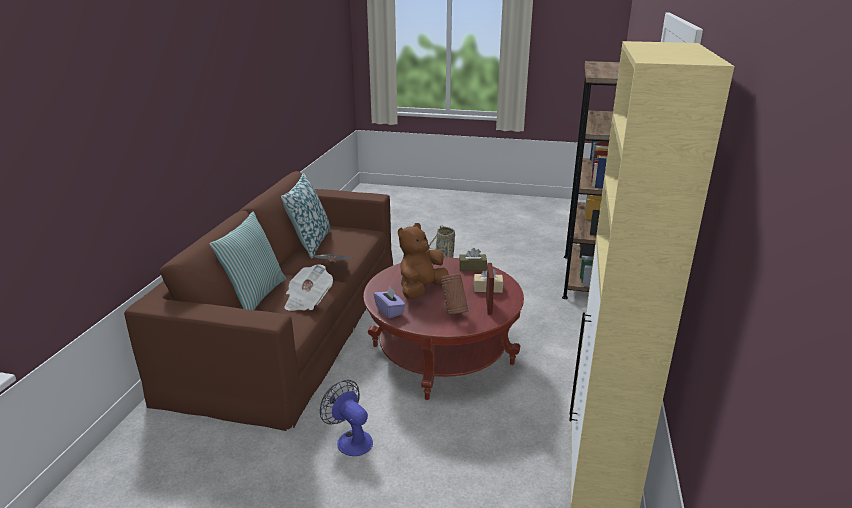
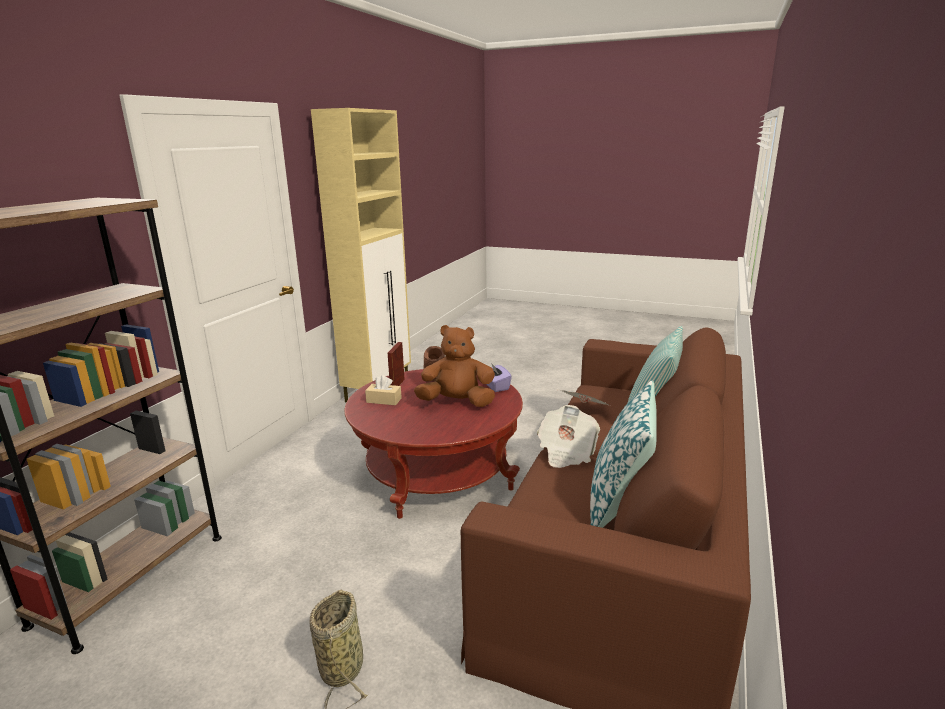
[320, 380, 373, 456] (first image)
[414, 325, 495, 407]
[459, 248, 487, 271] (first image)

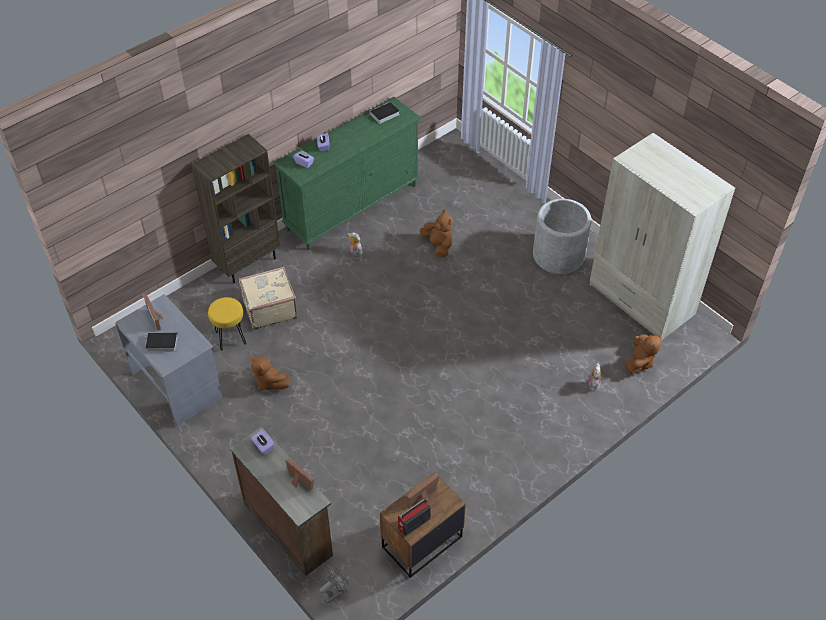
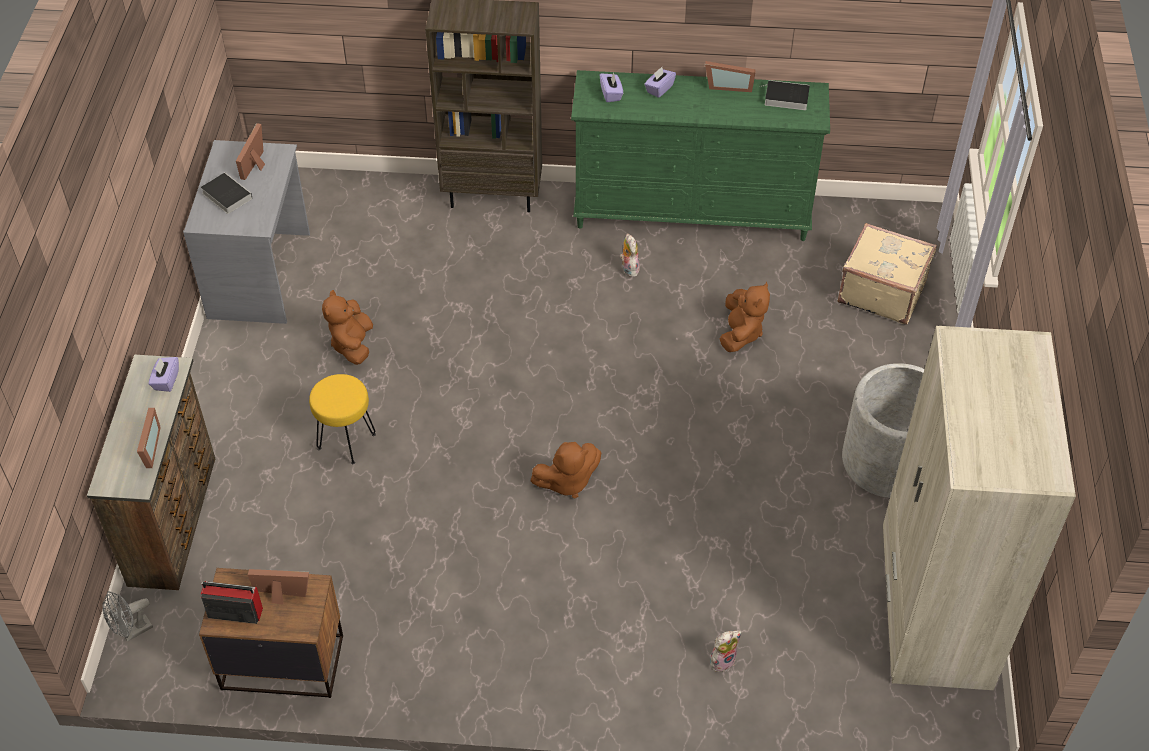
[309, 374, 376, 464]
[838, 223, 937, 325]
[103, 591, 153, 642]
[531, 442, 601, 498]
[705, 61, 756, 92]

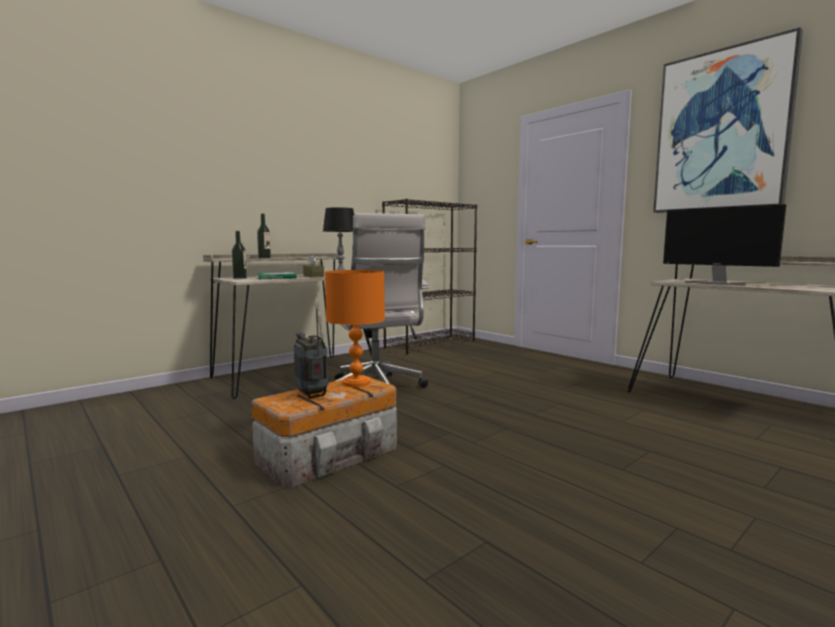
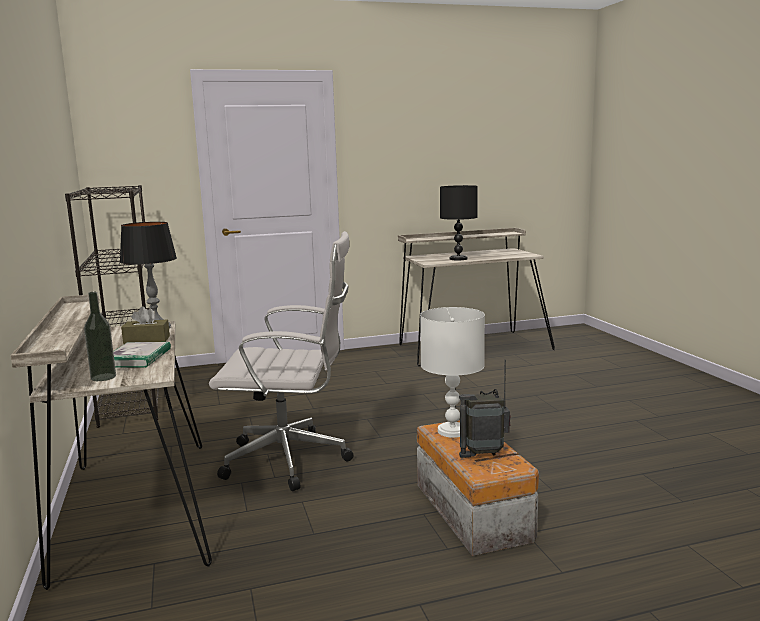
[257, 214, 271, 259] (first image)
[420, 307, 485, 438]
[653, 27, 803, 213] (first image)
[440, 185, 478, 260]

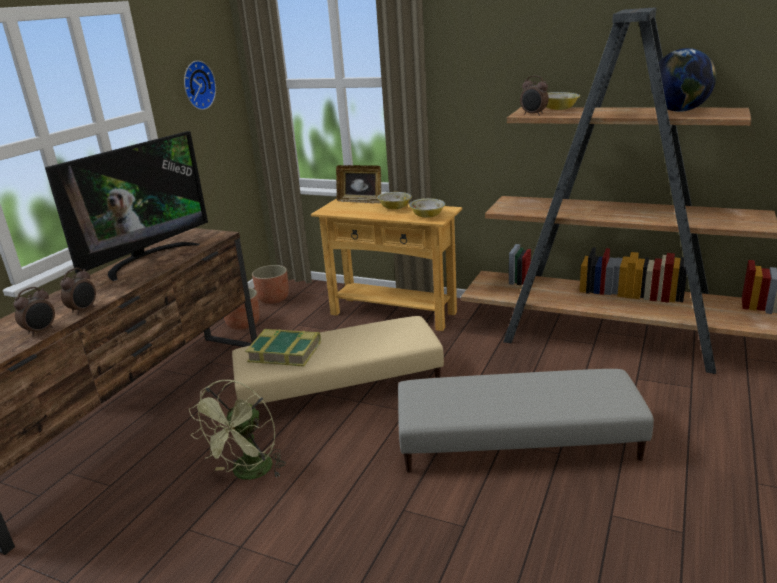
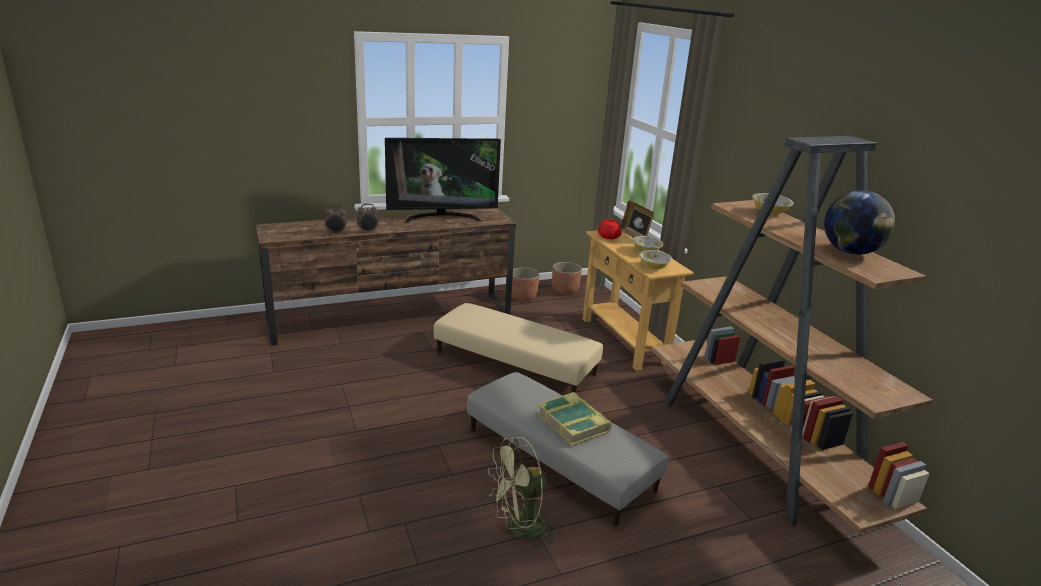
[184, 61, 216, 110] (first image)
[488, 437, 560, 550]
[537, 392, 612, 446]
[520, 76, 549, 116] (first image)
[598, 219, 622, 239]

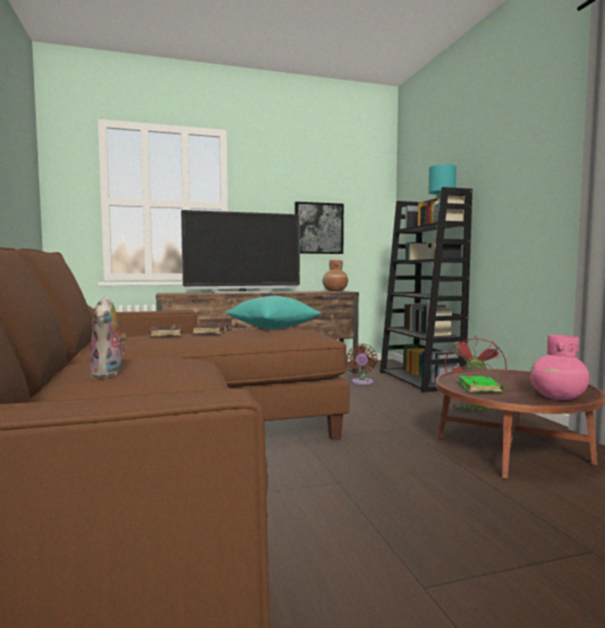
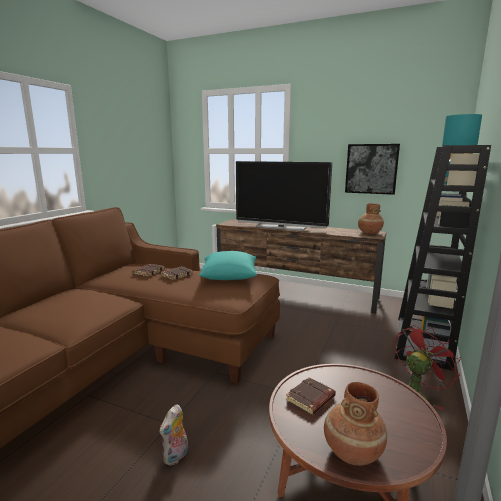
[159, 404, 188, 466]
[347, 344, 377, 385] (first image)
[286, 377, 336, 415]
[324, 382, 387, 466]

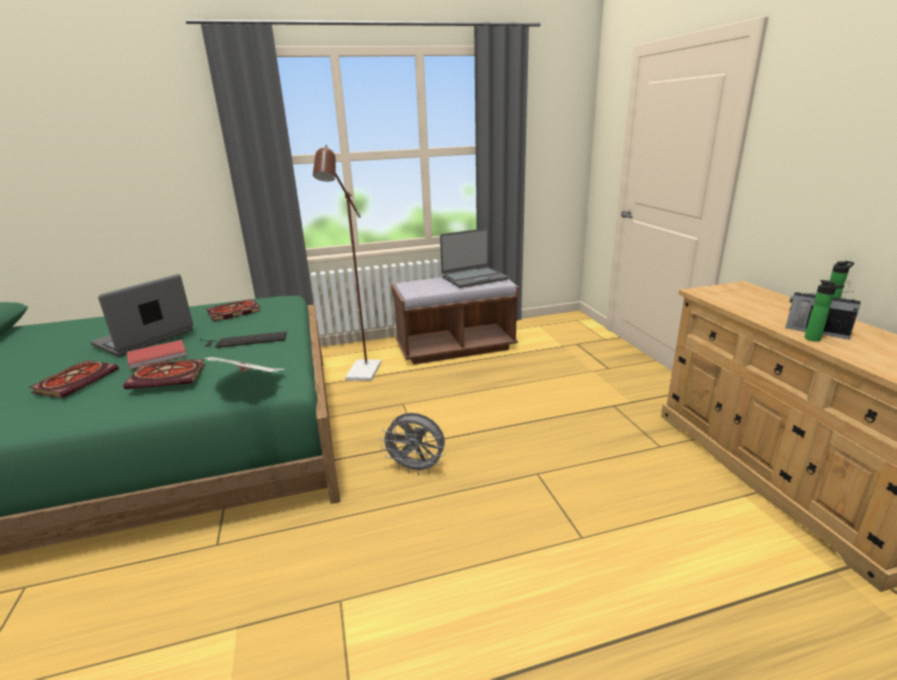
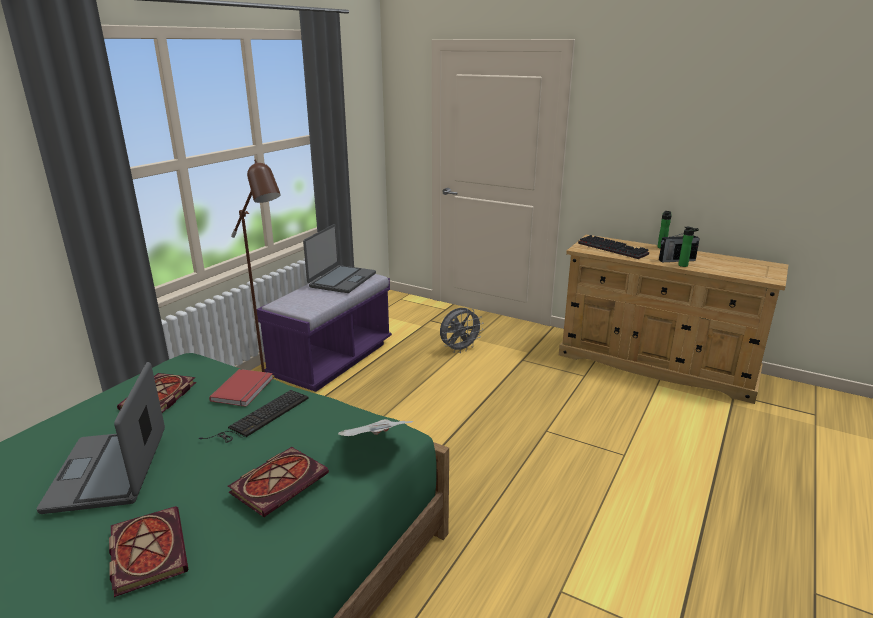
[209, 369, 273, 407]
[440, 308, 483, 353]
[257, 274, 392, 392]
[578, 235, 649, 259]

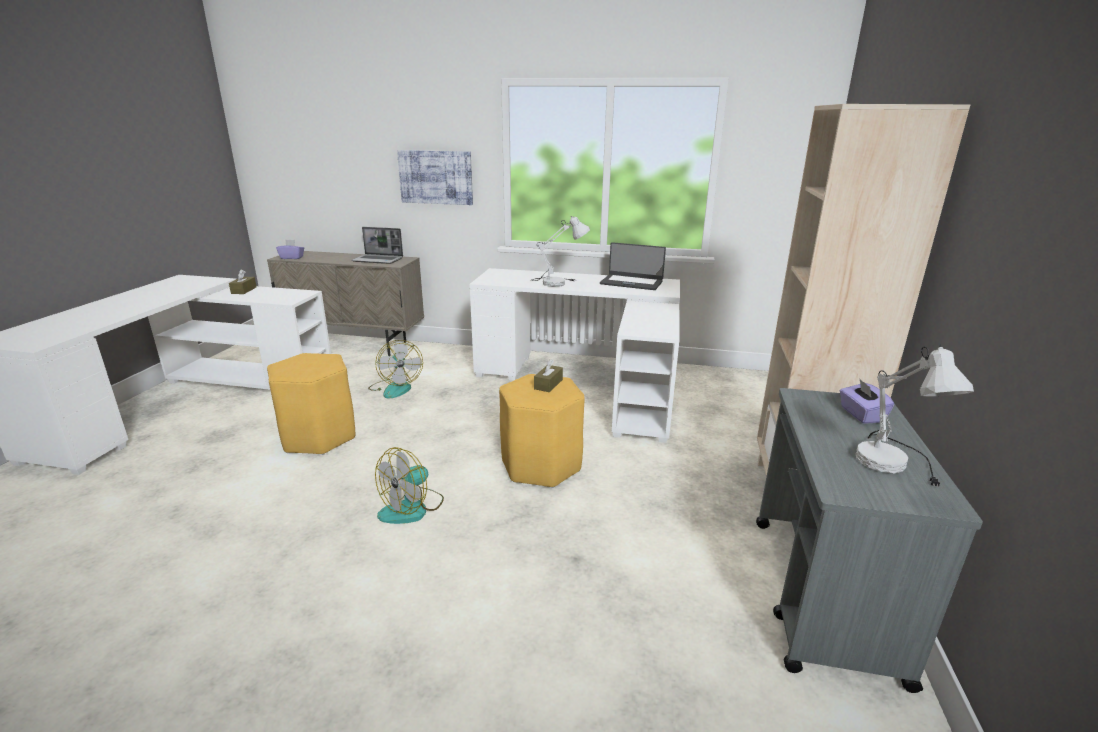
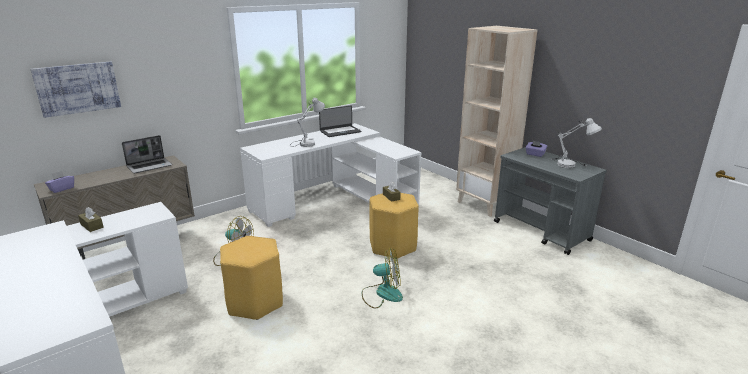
[362, 248, 403, 308]
[30, 62, 121, 118]

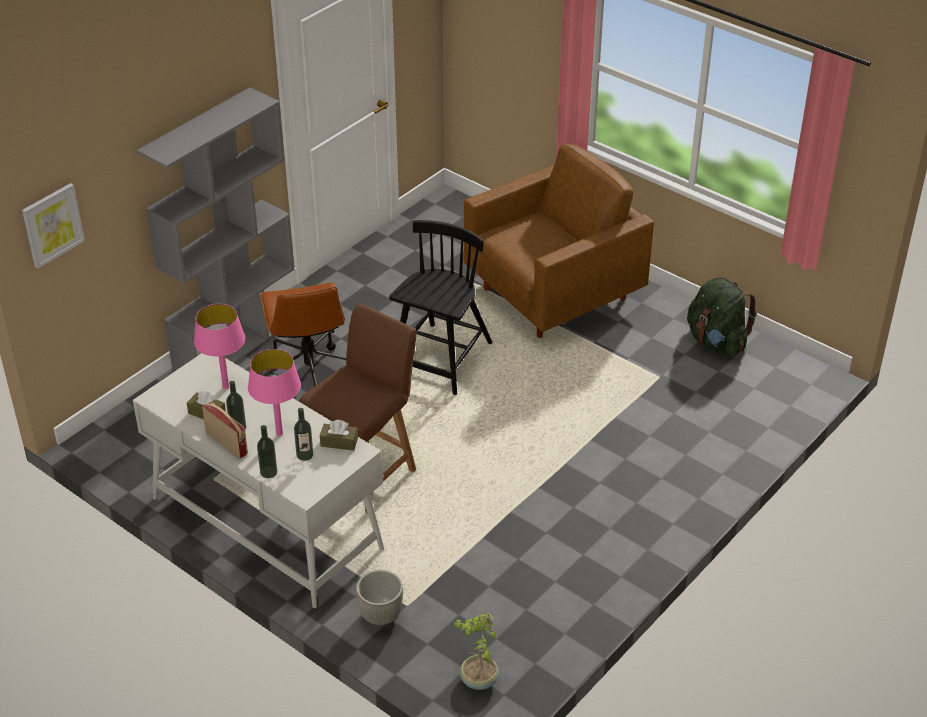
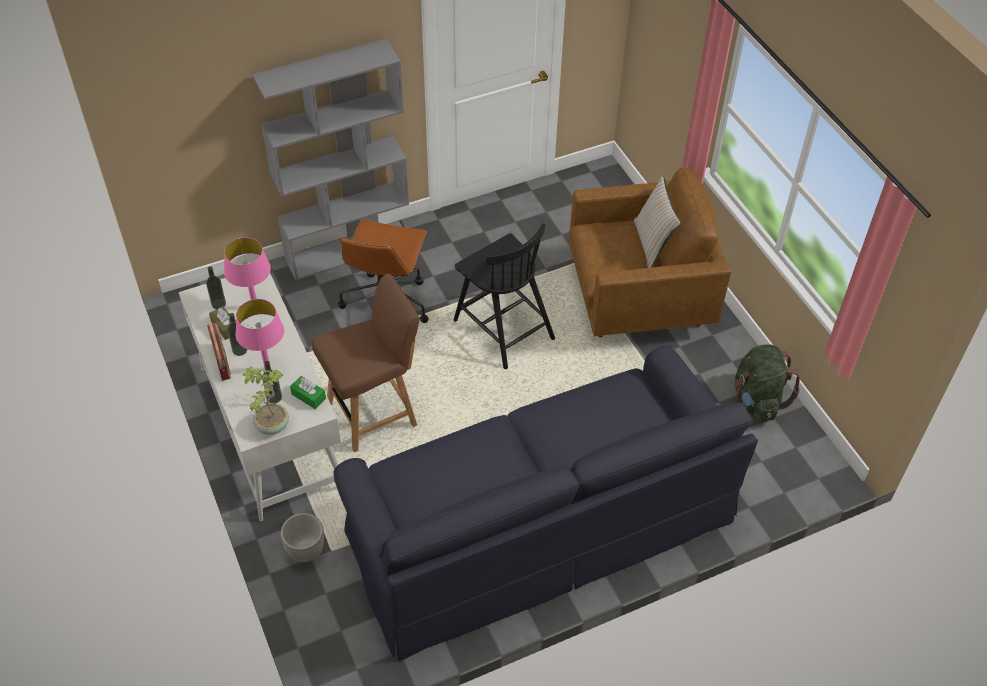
[22, 183, 85, 268] (first image)
[206, 266, 226, 309]
[290, 376, 326, 409]
[454, 223, 555, 369]
[242, 366, 289, 435]
[334, 345, 758, 661]
[634, 175, 681, 268]

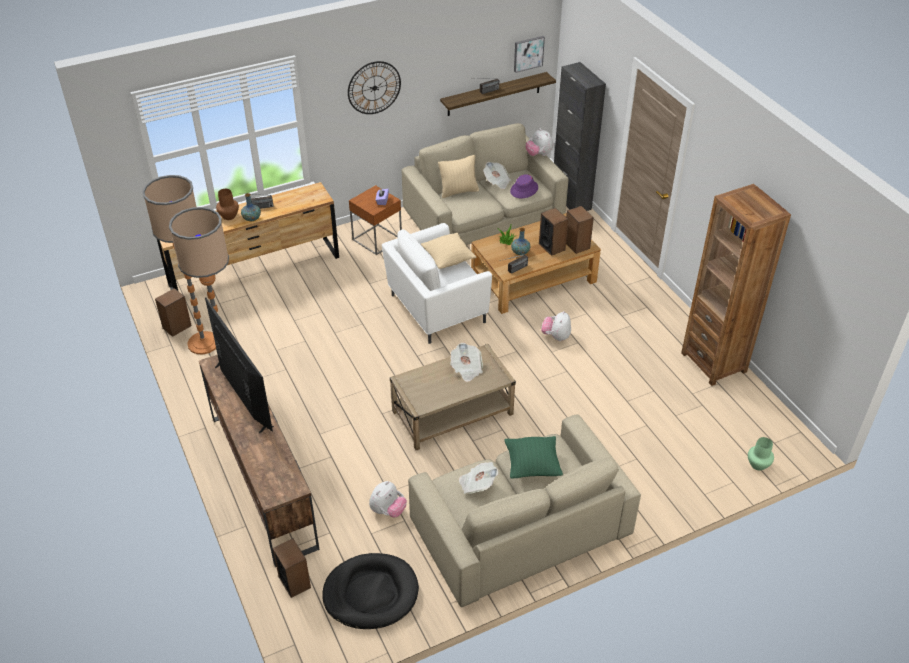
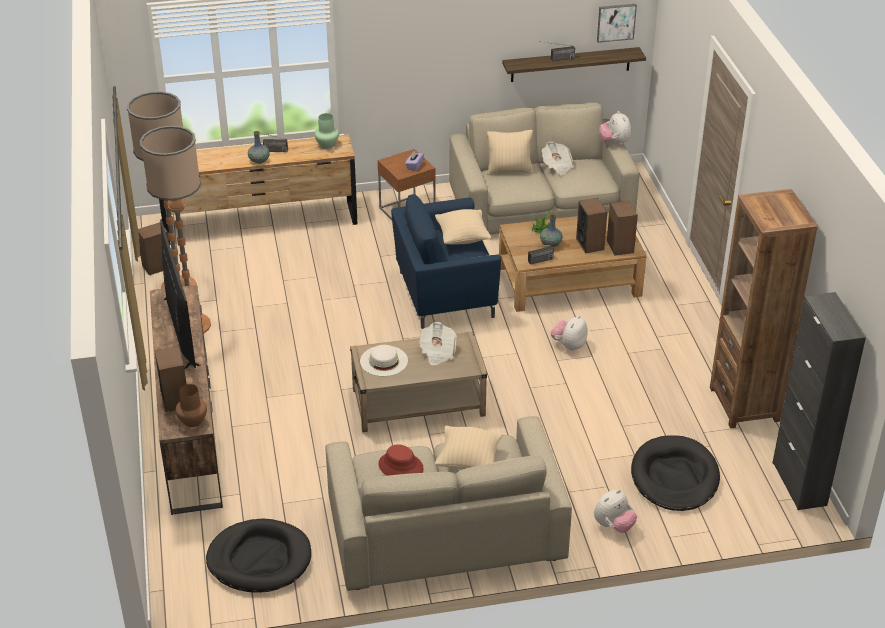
[175, 384, 207, 427]
[154, 346, 187, 412]
[348, 61, 401, 114] (first image)
[594, 490, 637, 533]
[391, 194, 501, 329]
[378, 444, 424, 476]
[435, 426, 503, 469]
[510, 174, 538, 198] (first image)
[772, 292, 866, 510]
[314, 113, 339, 149]
[360, 345, 408, 376]
[631, 435, 720, 511]

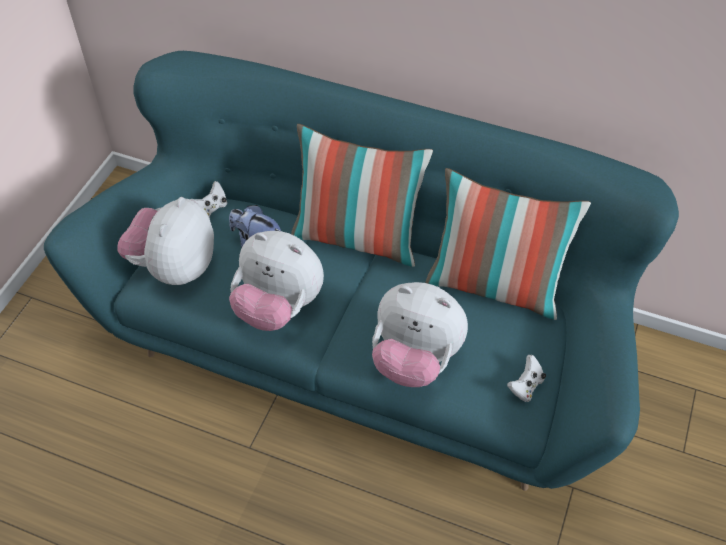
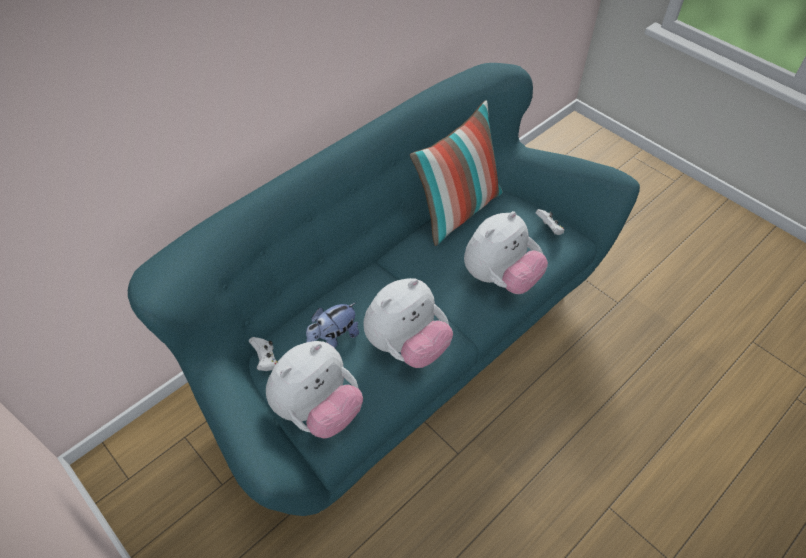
[266, 341, 363, 439]
[291, 124, 433, 267] (first image)

